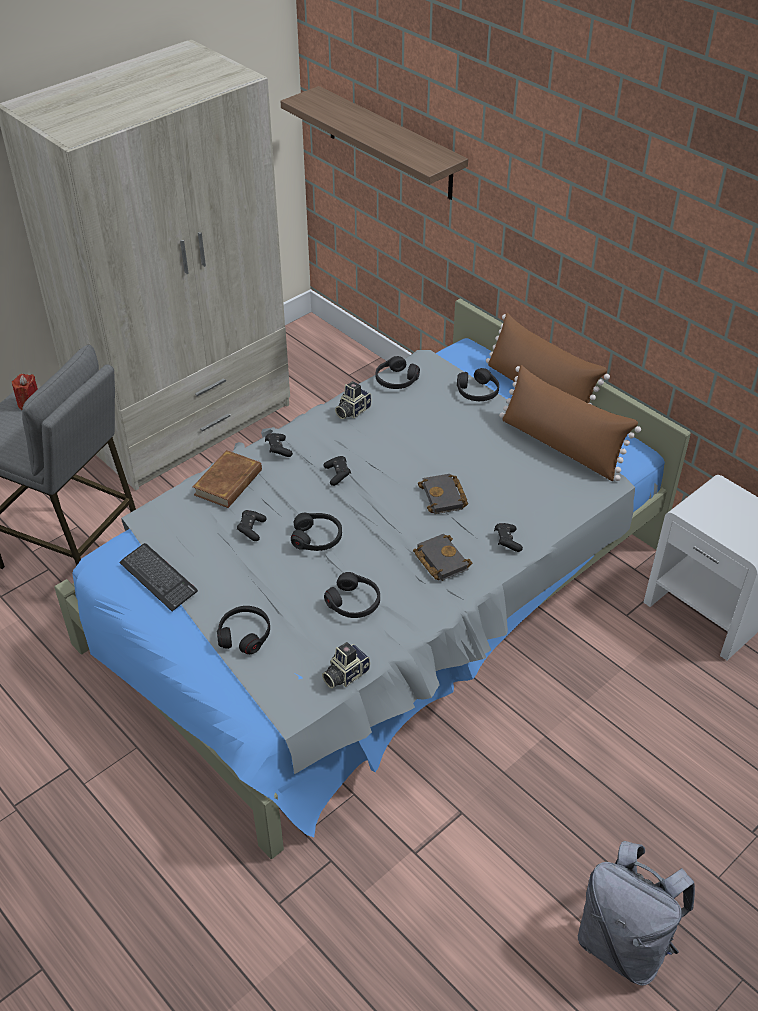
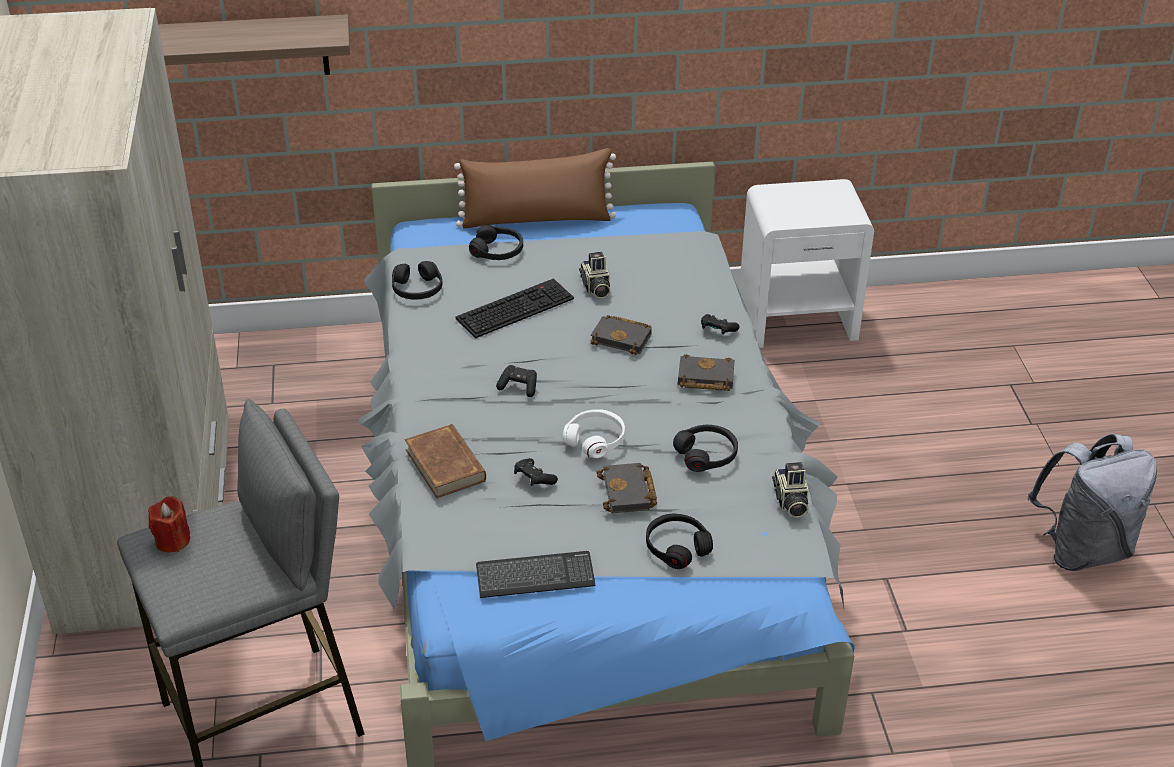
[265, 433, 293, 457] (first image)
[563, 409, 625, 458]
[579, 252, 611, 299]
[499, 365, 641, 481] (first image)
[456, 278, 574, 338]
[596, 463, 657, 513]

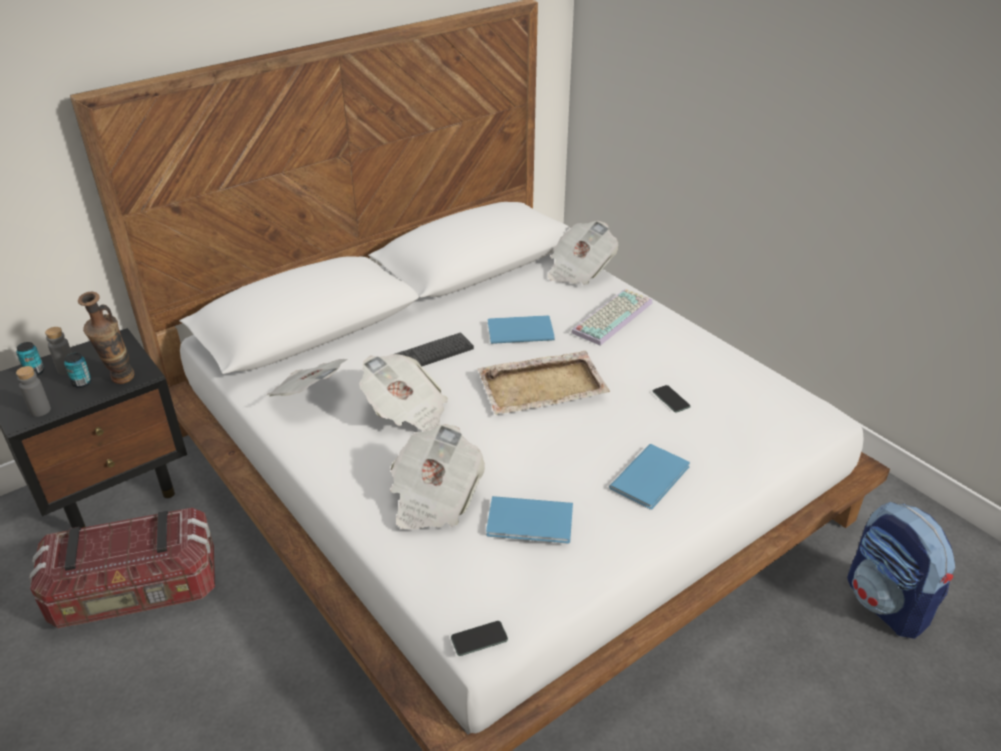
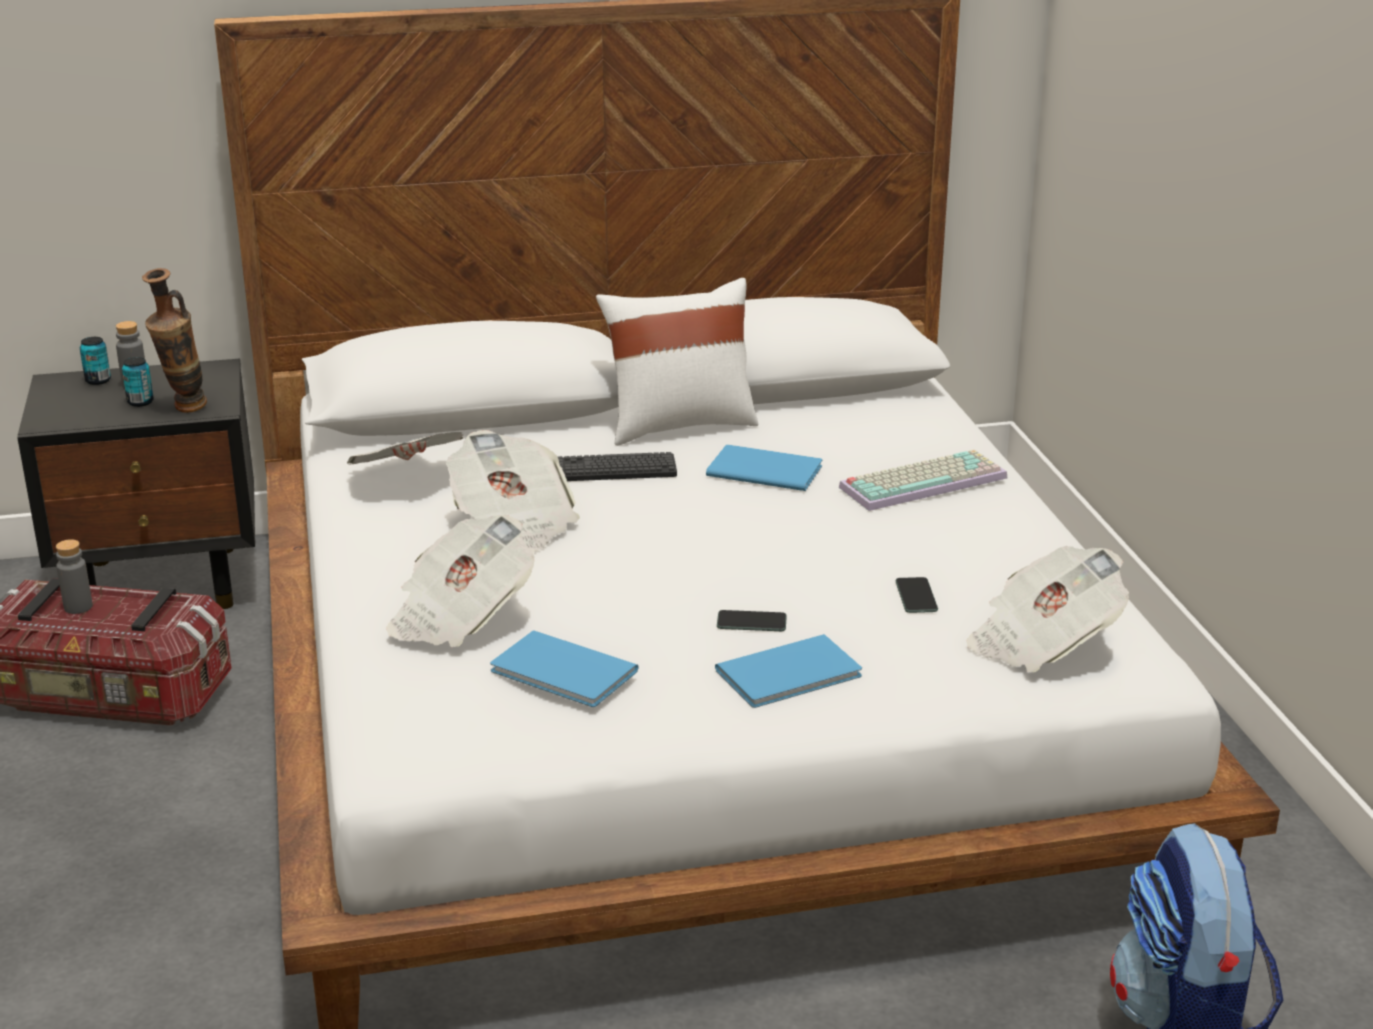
[56, 539, 93, 614]
[717, 610, 787, 631]
[478, 351, 610, 415] (first image)
[966, 546, 1129, 672]
[596, 278, 759, 446]

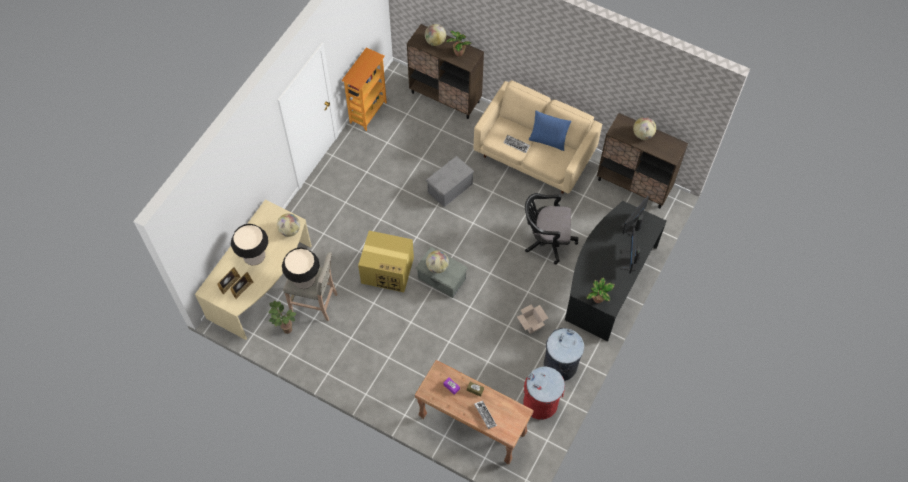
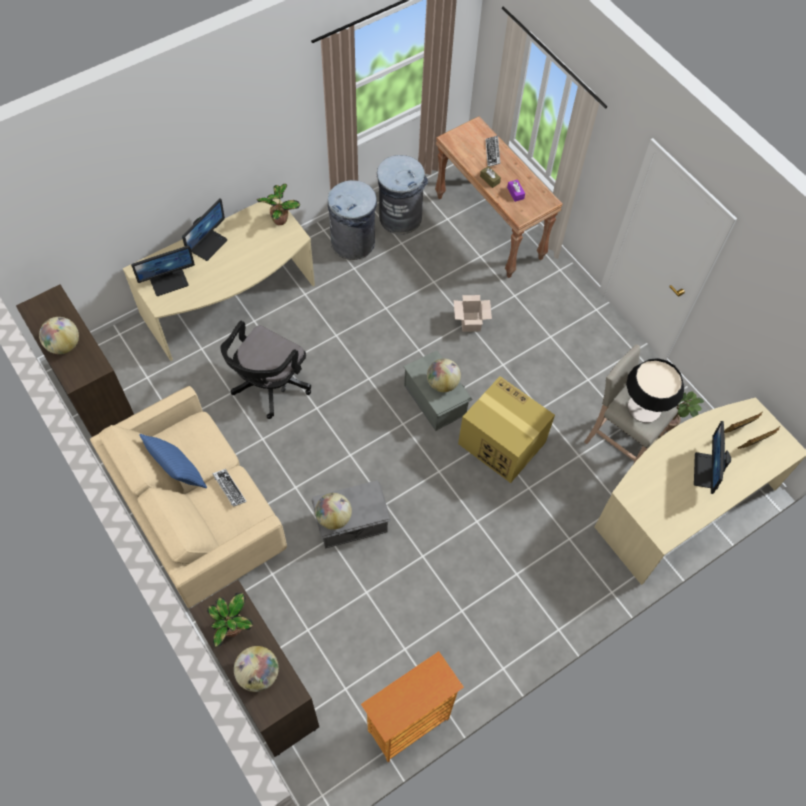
[694, 421, 731, 494]
[315, 493, 352, 530]
[454, 295, 492, 332]
[377, 155, 428, 235]
[221, 321, 311, 419]
[123, 199, 315, 361]

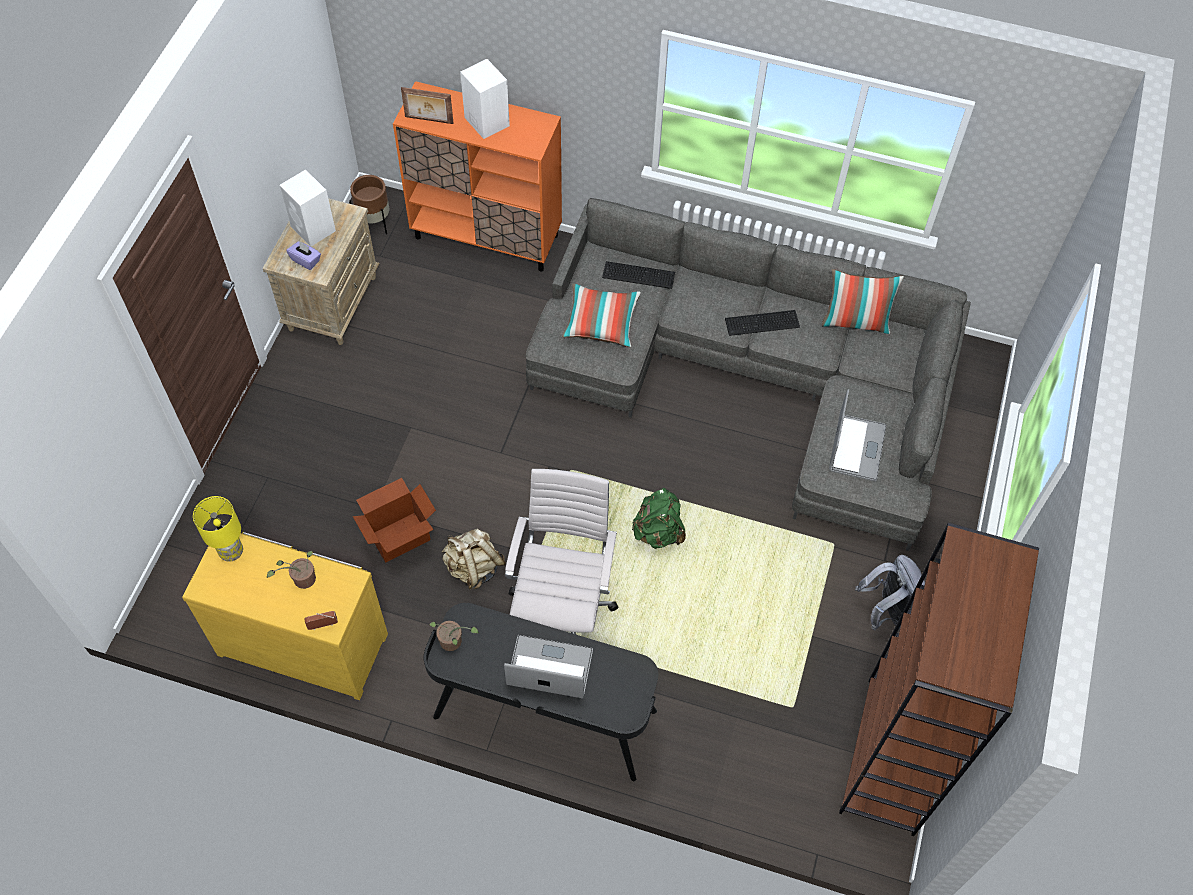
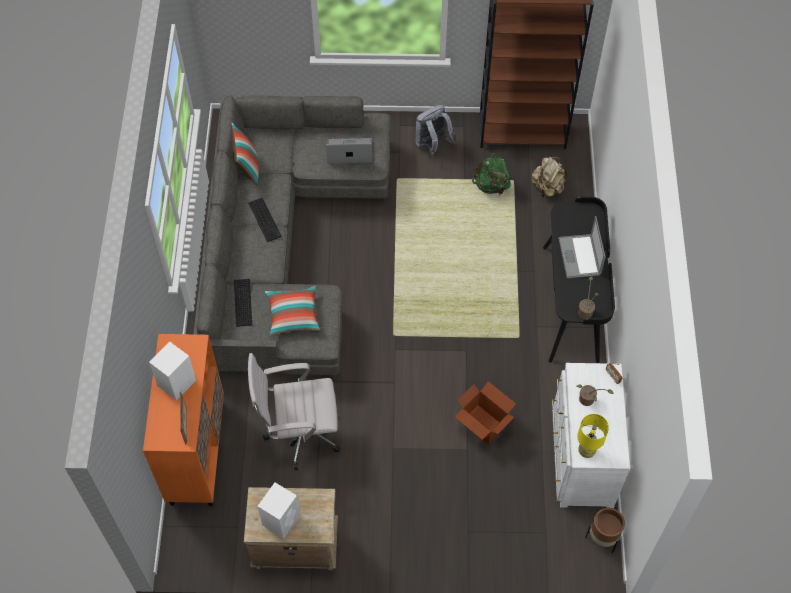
[552, 363, 630, 508]
[286, 241, 321, 270] (first image)
[585, 508, 625, 553]
[532, 157, 568, 198]
[248, 353, 340, 471]
[472, 152, 512, 195]

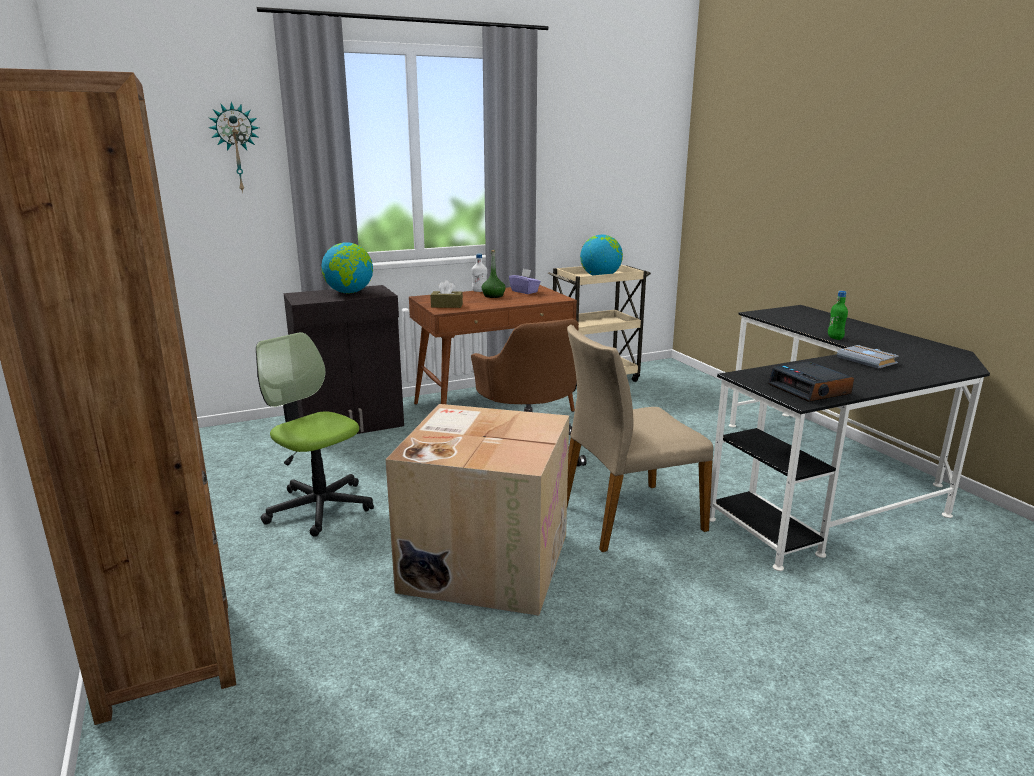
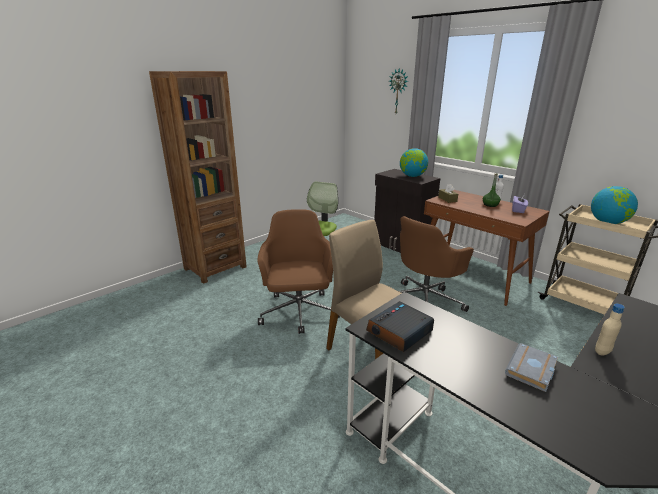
[257, 209, 340, 334]
[595, 304, 625, 355]

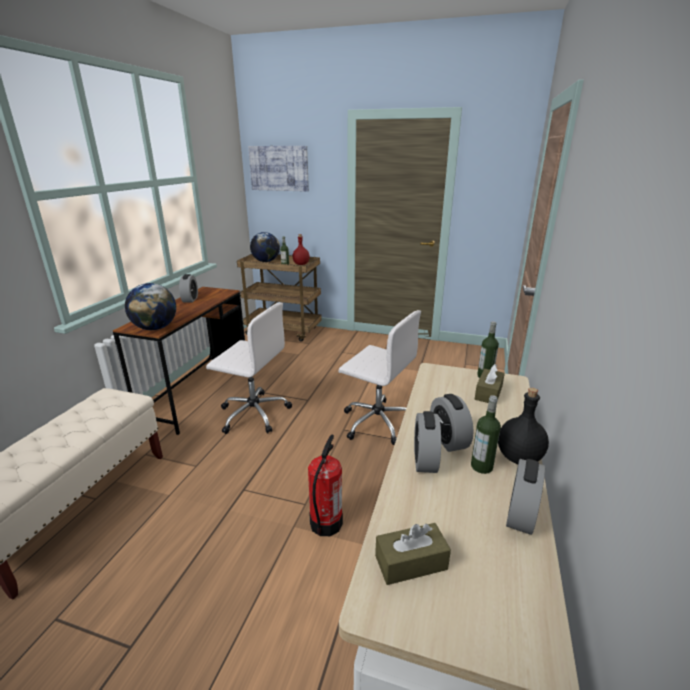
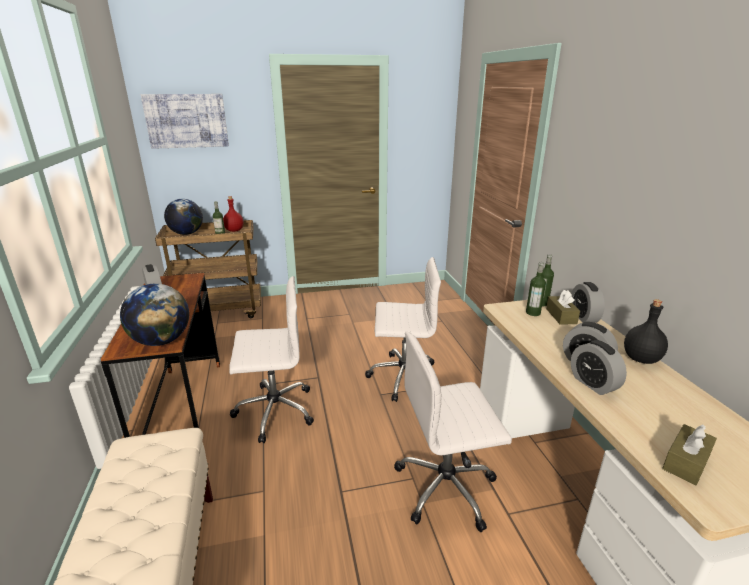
[394, 331, 512, 532]
[526, 262, 546, 316]
[571, 282, 605, 323]

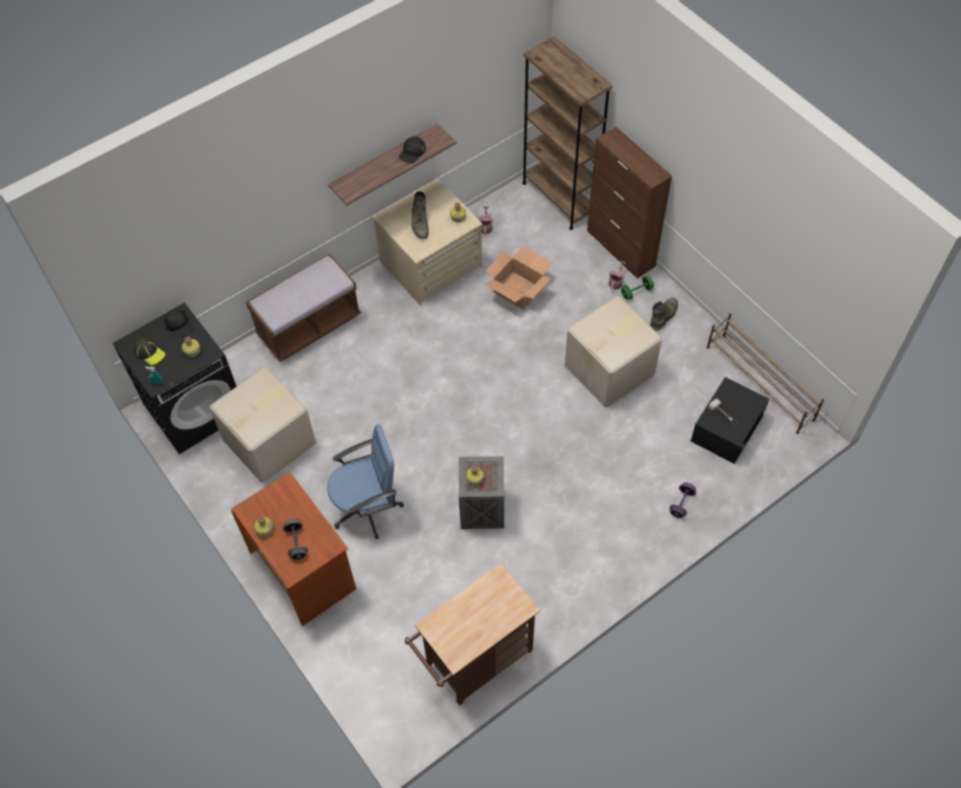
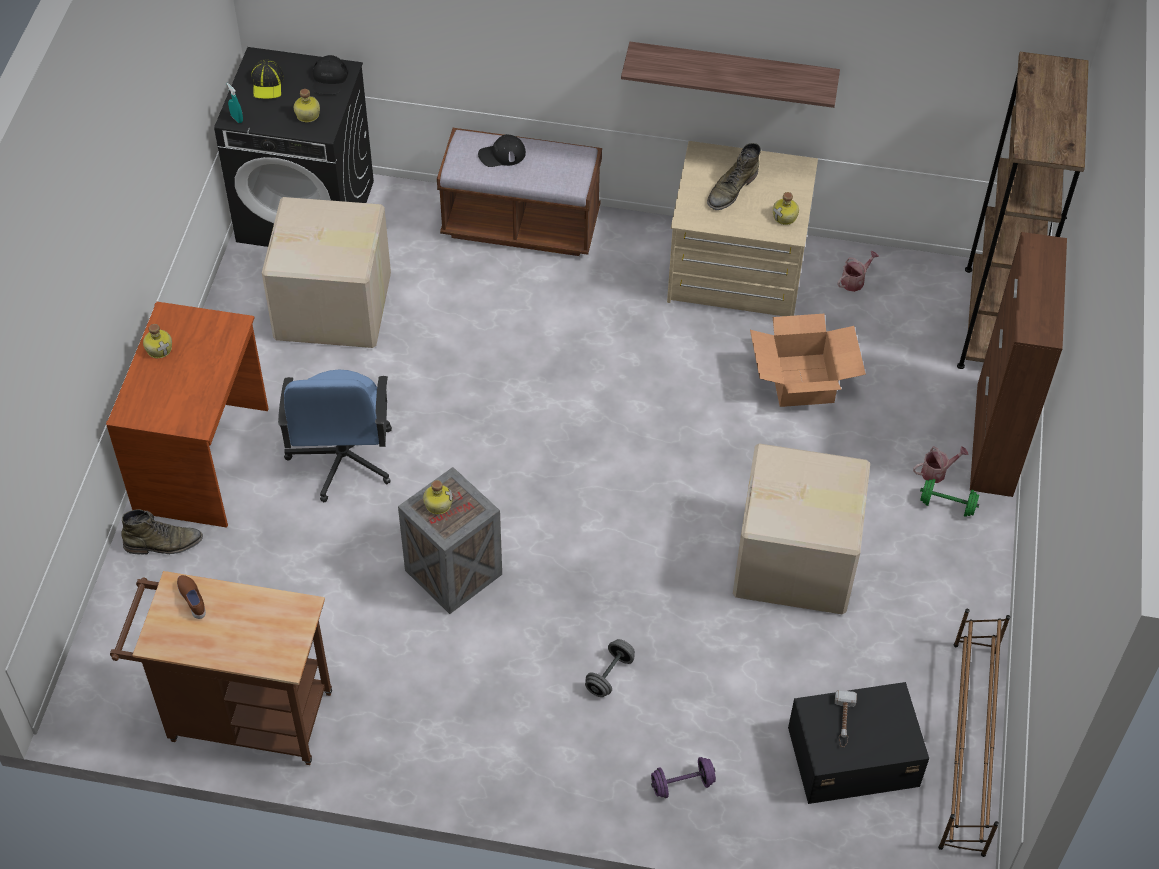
[585, 639, 635, 697]
[278, 370, 392, 502]
[478, 134, 526, 167]
[121, 509, 203, 554]
[177, 575, 206, 619]

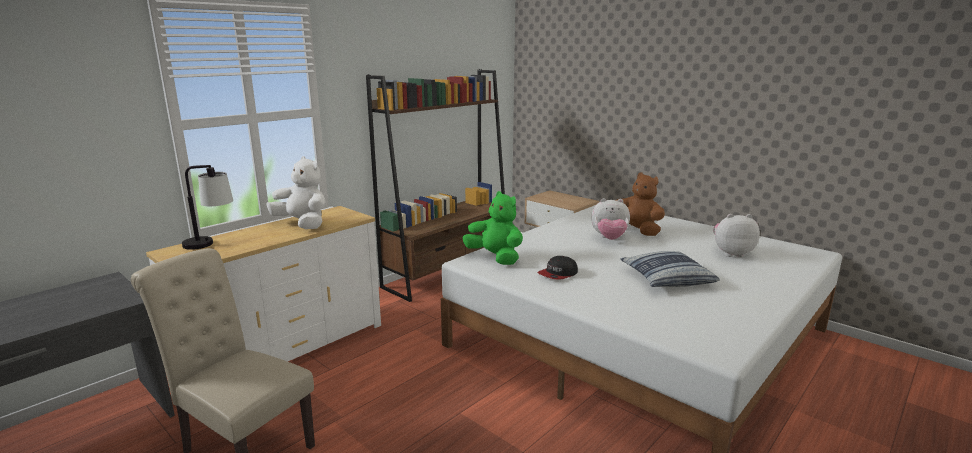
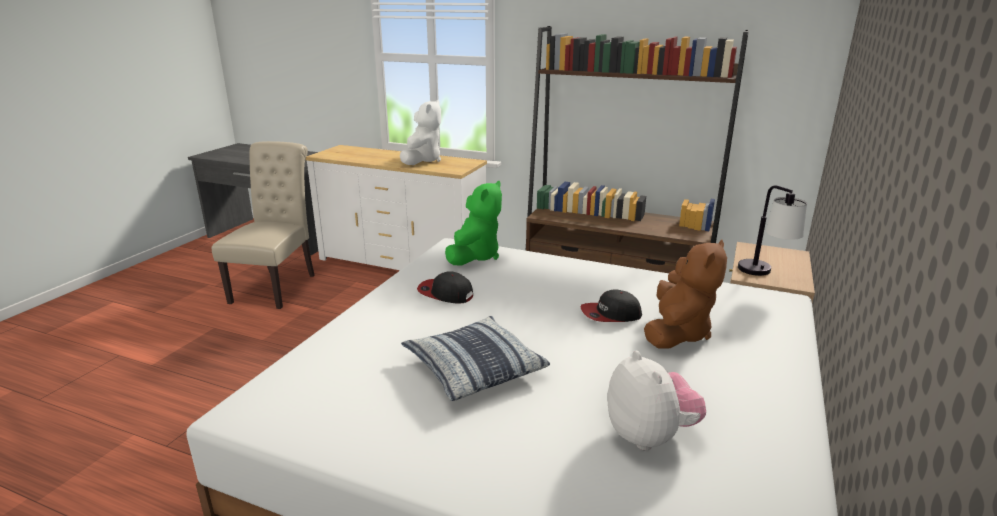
[738, 185, 807, 276]
[580, 290, 642, 322]

